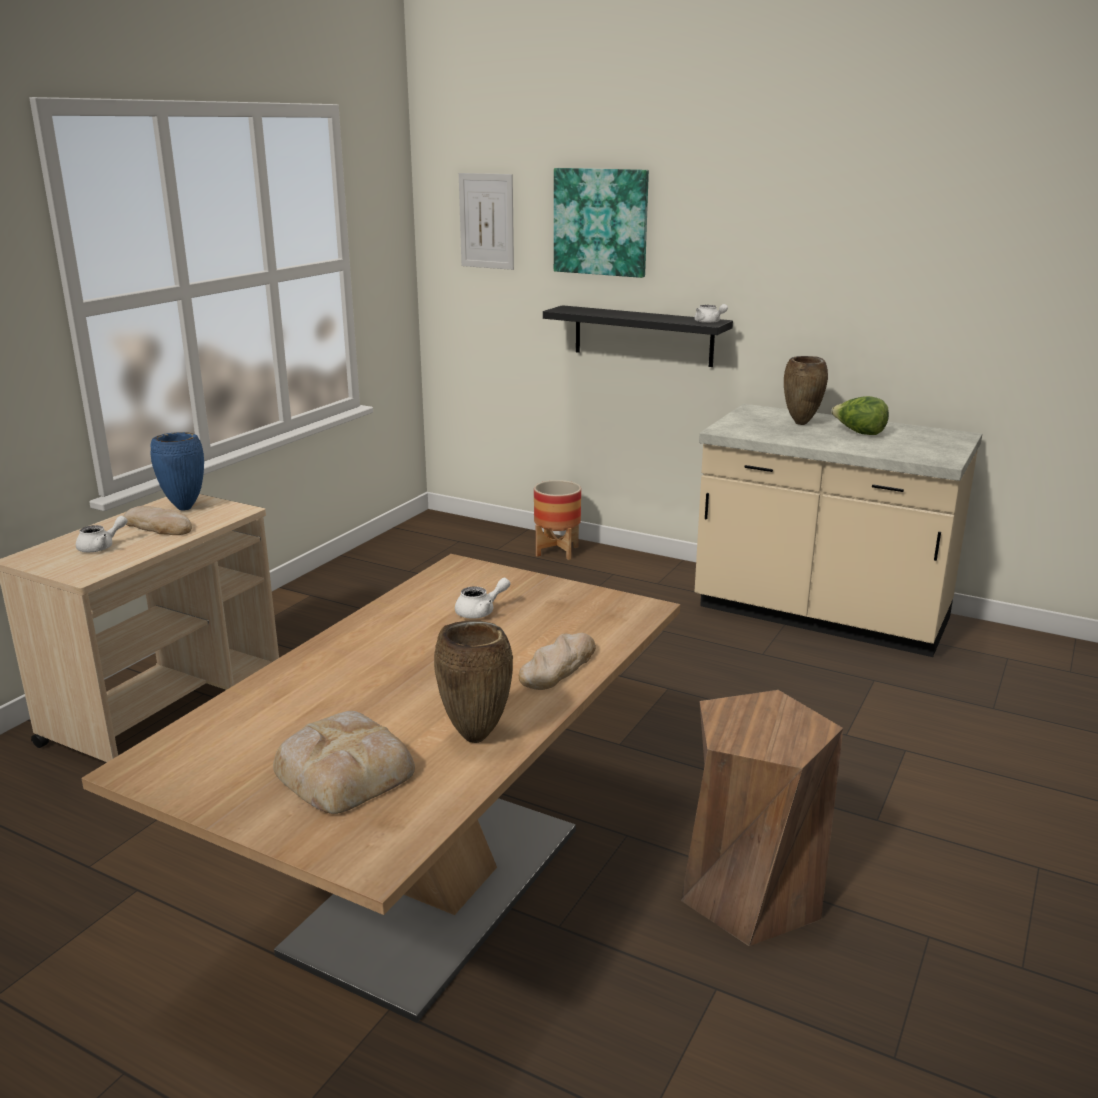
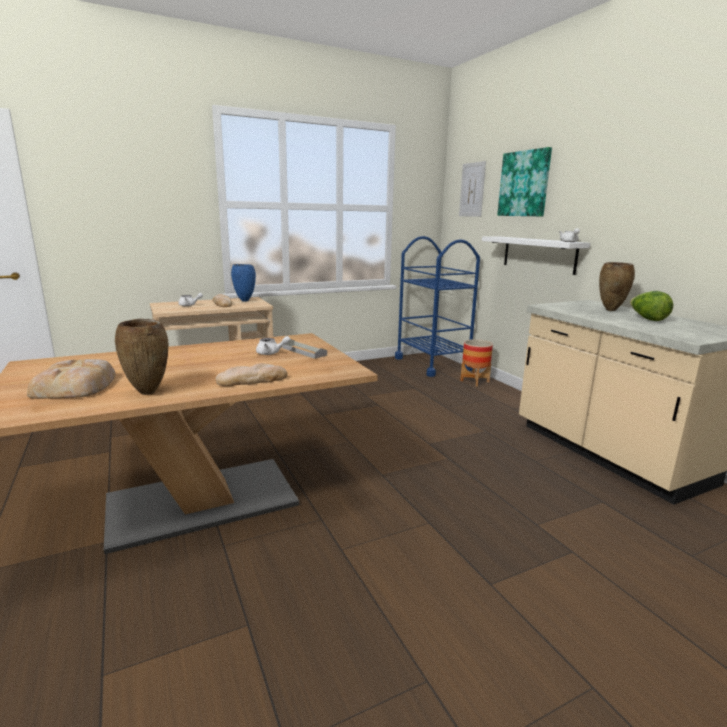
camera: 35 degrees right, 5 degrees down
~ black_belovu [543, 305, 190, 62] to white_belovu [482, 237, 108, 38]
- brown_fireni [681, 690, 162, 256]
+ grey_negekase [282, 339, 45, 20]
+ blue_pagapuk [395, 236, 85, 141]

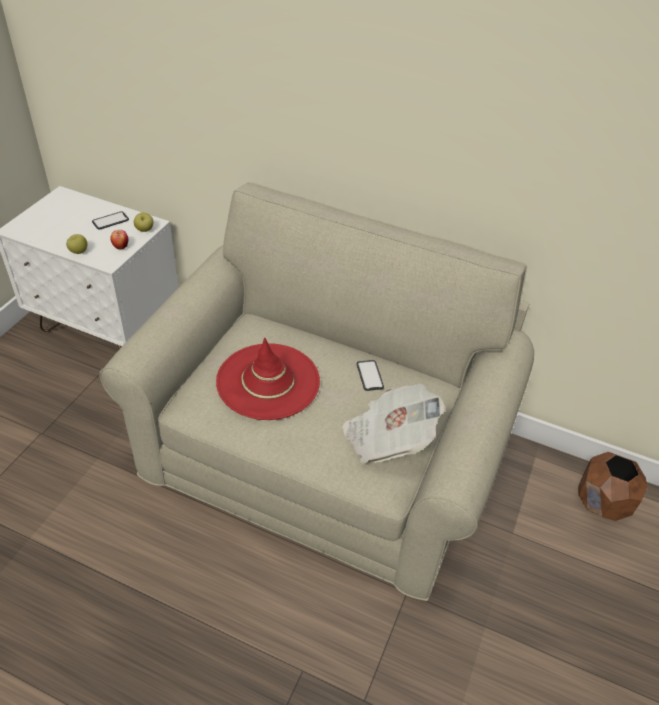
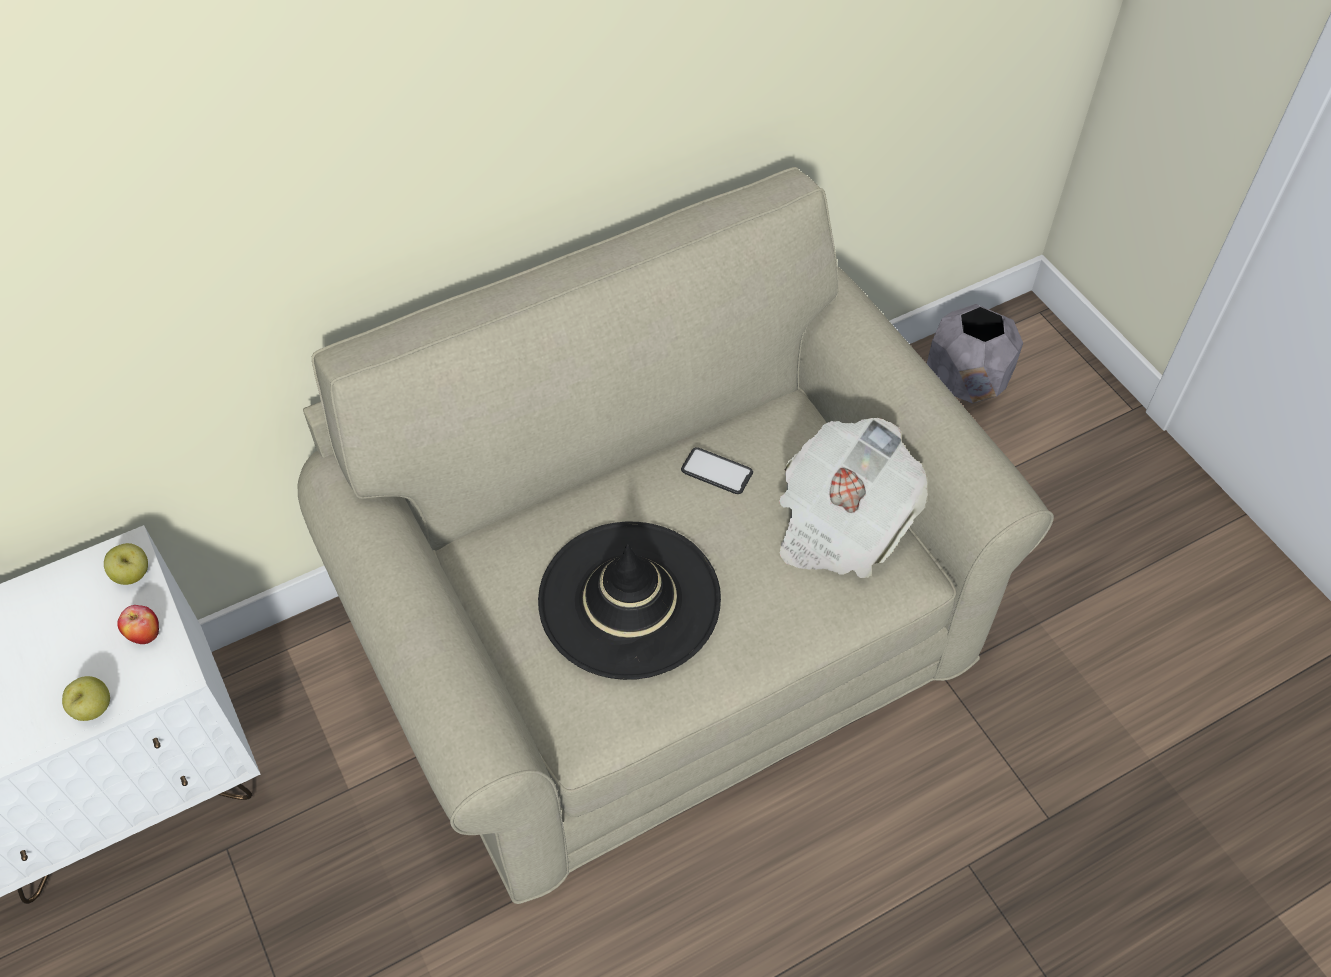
camera: 50 degrees left, 10 degrees up
- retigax [92, 211, 37, 18]
~ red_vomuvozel [216, 338, 104, 82] to black_vomuvozel [538, 522, 183, 158]
~ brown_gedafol [578, 452, 70, 69] to grey_gedafol [927, 304, 96, 100]

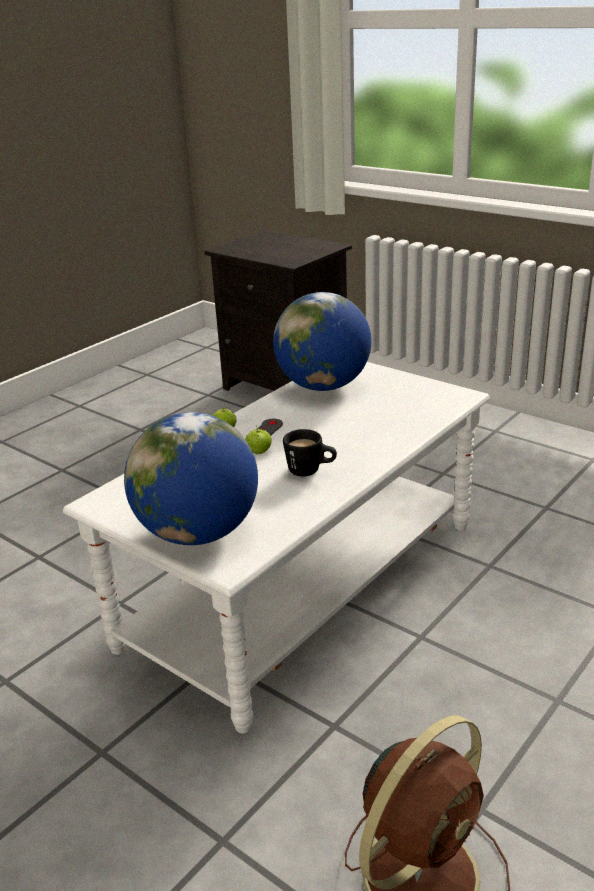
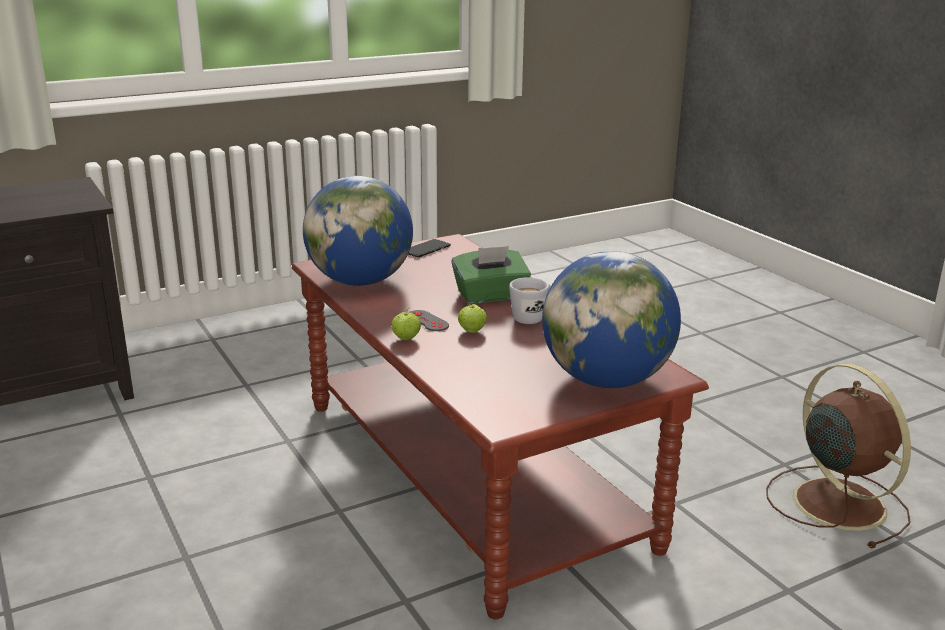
camera: 70 degrees left, 5 degrees down
~ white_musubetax [63, 362, 427, 372] to brown_musubetax [292, 234, 417, 385]
~ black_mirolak [283, 429, 54, 47] to white_mirolak [509, 277, 42, 47]
+ retigax [408, 239, 43, 18]
+ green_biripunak [451, 246, 80, 58]

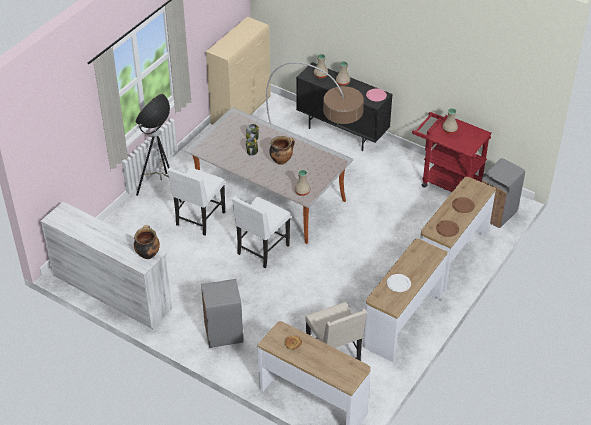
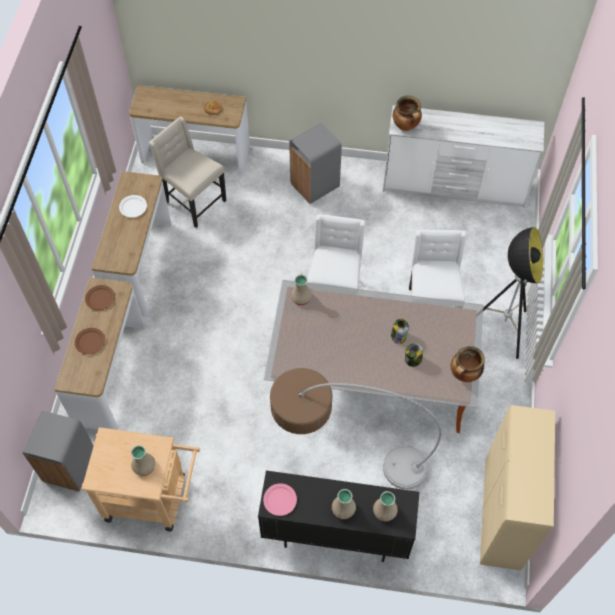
camera: 155 degrees right, 15 degrees up
~ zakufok [269, 136, 26, 29] to [451, 346, 34, 36]
~ red_pagapuk [412, 112, 80, 80] to beige_pagapuk [82, 427, 118, 104]

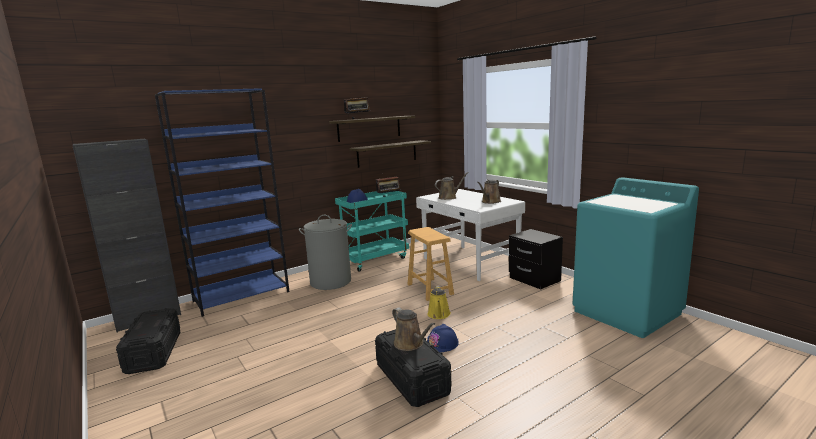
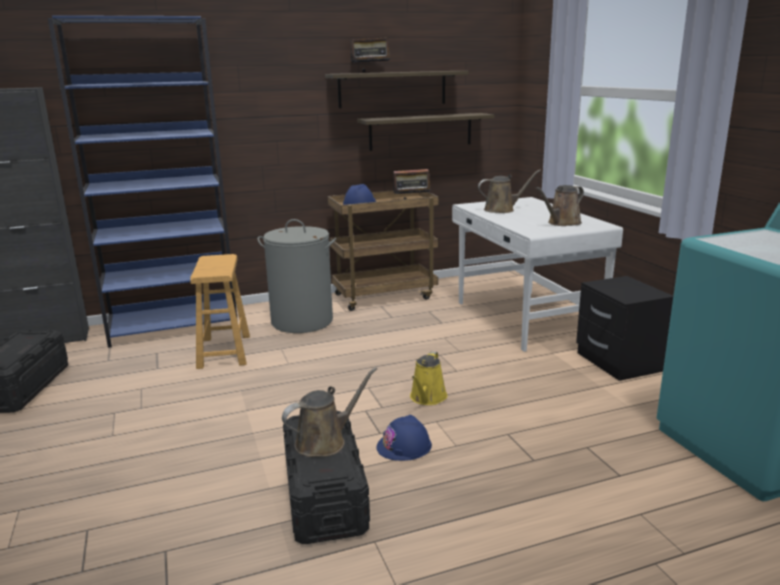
camera: 15 degrees right, 5 degrees up
~ turquoise_pagapuk [335, 191, 74, 81] to brown_pagapuk [328, 190, 111, 121]
~ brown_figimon [392, 307, 43, 44] = [282, 367, 95, 90] 105 degrees counterclockwise
~ brown_fireni [407, 227, 47, 74] to [190, 254, 60, 115]

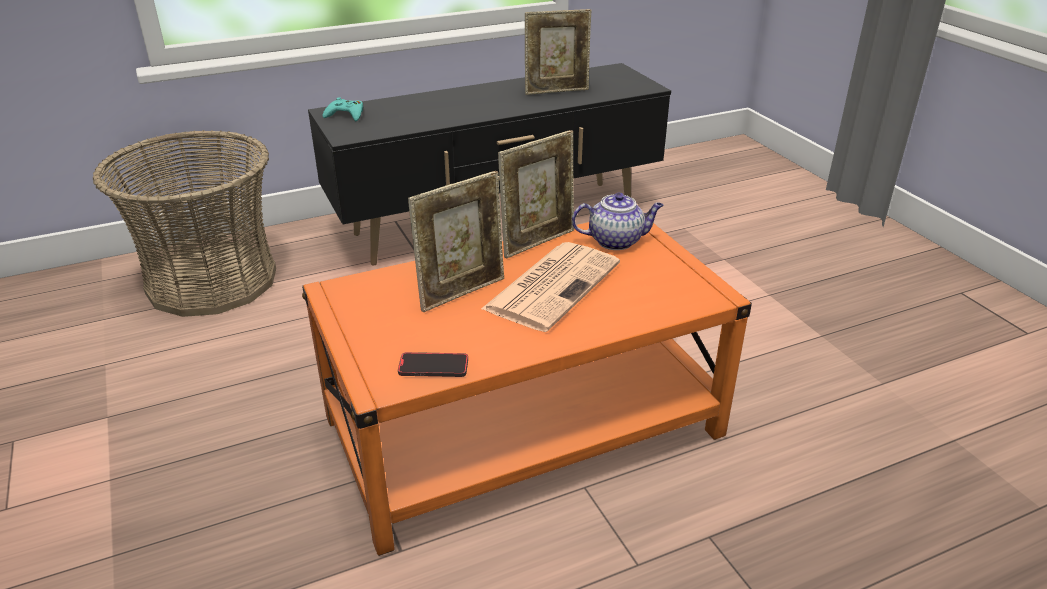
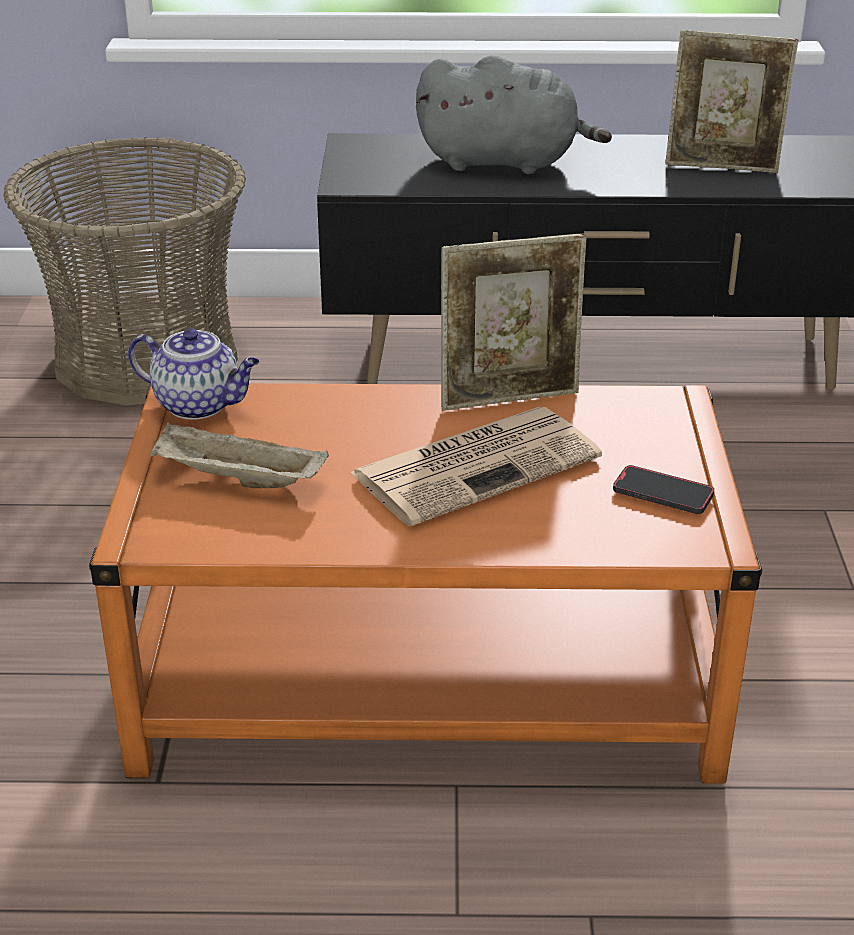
camera: 25 degrees right, 0 degrees up
- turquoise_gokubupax [323, 97, 40, 24]
~ retigax [398, 352, 70, 25] to [613, 465, 101, 49]
- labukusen [408, 171, 96, 141]
~ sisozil [572, 193, 92, 57] to [128, 328, 132, 92]
+ beige_negekase [150, 422, 179, 66]
+ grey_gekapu [416, 55, 196, 119]

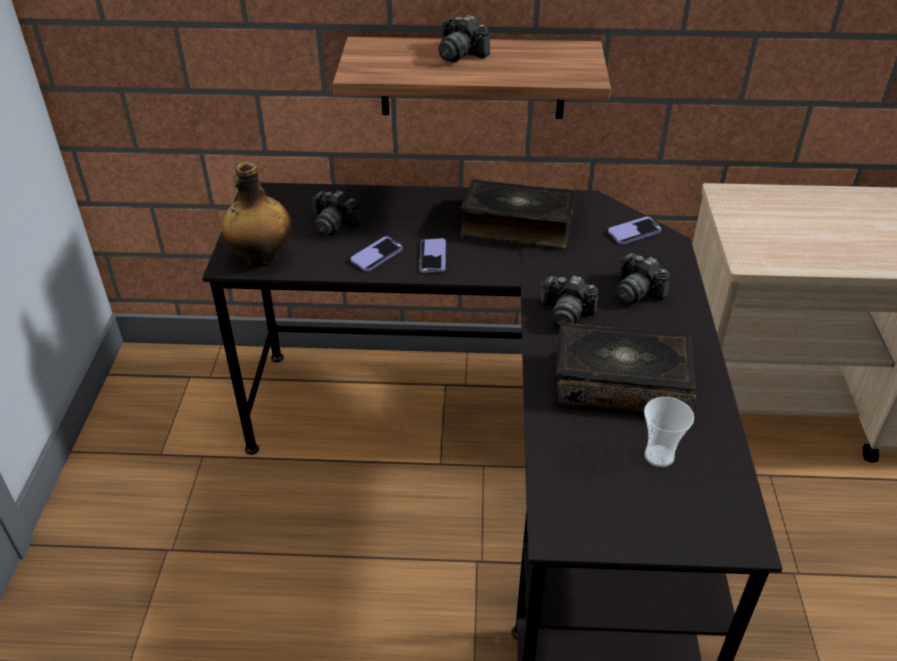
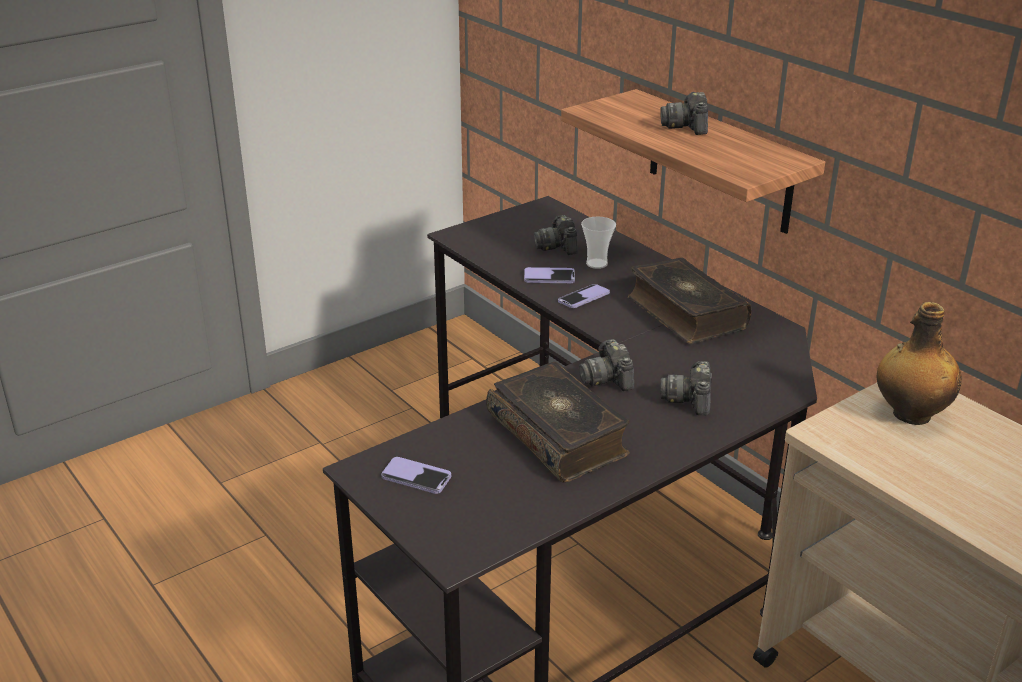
camera: 50 degrees right, 10 degrees down
~ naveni [222, 162, 70, 104] to [877, 302, 85, 123]
~ retigax [608, 217, 53, 27] to [381, 457, 70, 37]
~ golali [644, 397, 50, 70] to [581, 217, 35, 52]

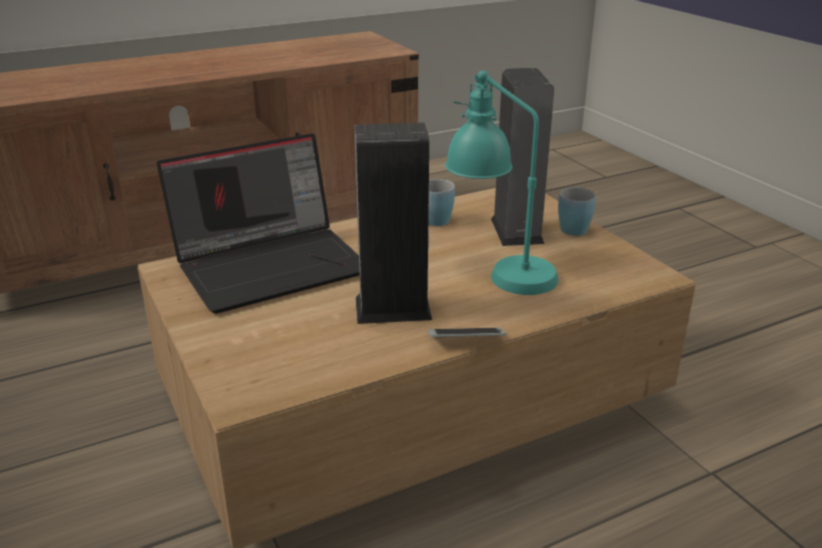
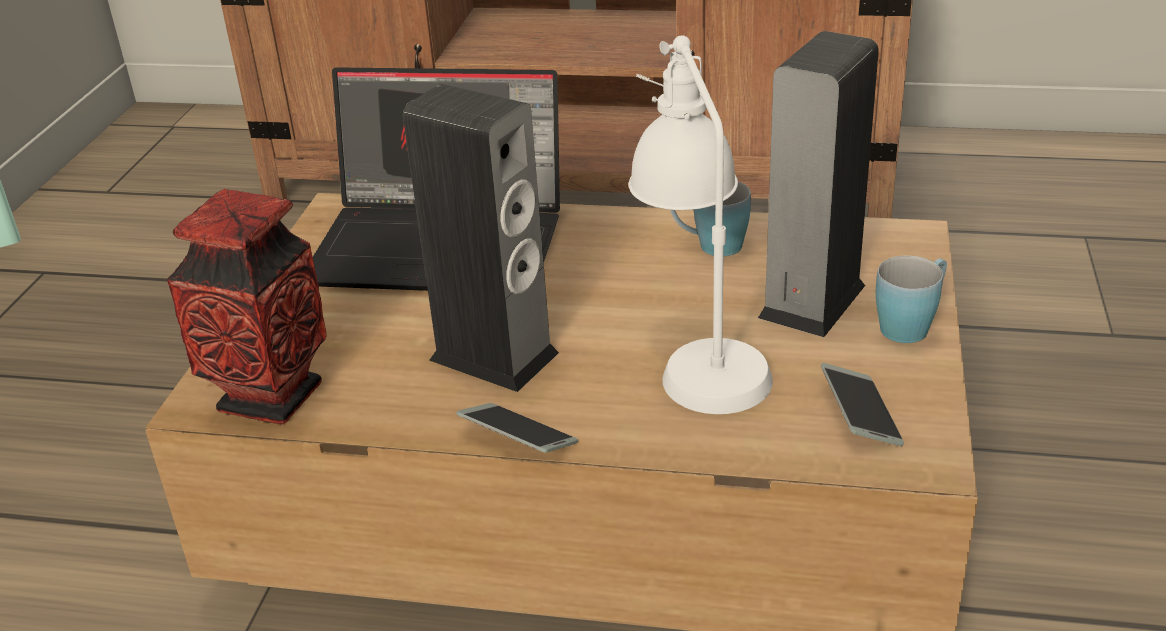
camera: 40 degrees right, 5 degrees up
~ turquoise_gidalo [445, 70, 113, 225] to white_gidalo [628, 35, 145, 379]
+ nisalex [167, 189, 160, 235]
+ retigax [821, 363, 83, 83]

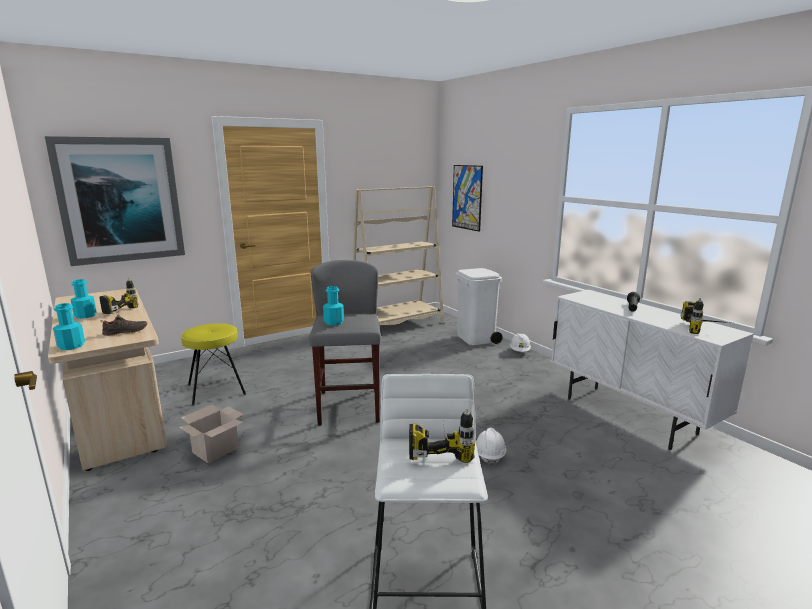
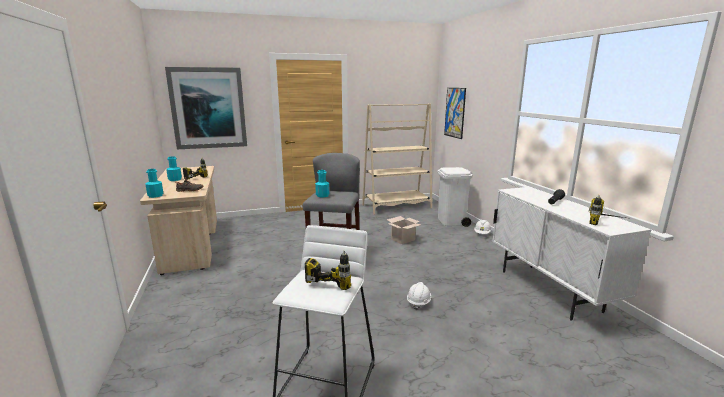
camera: 15 degrees right, 0 degrees up
~ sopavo [179, 404, 65, 59] to [387, 216, 33, 29]
- yellow_fireni [181, 323, 65, 83]

